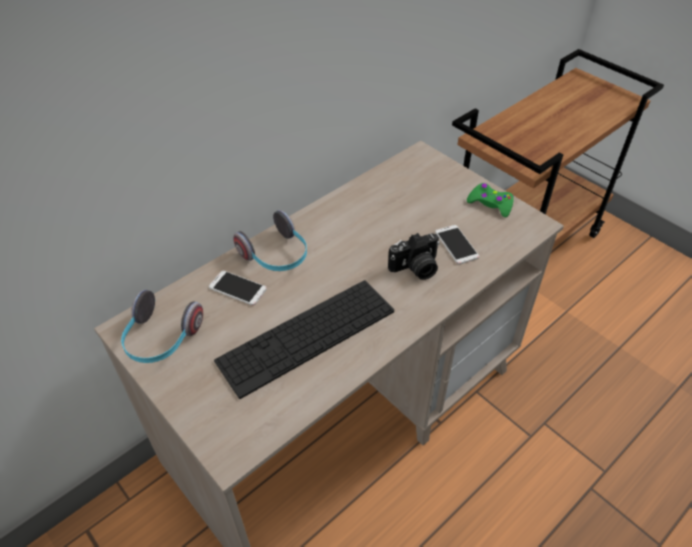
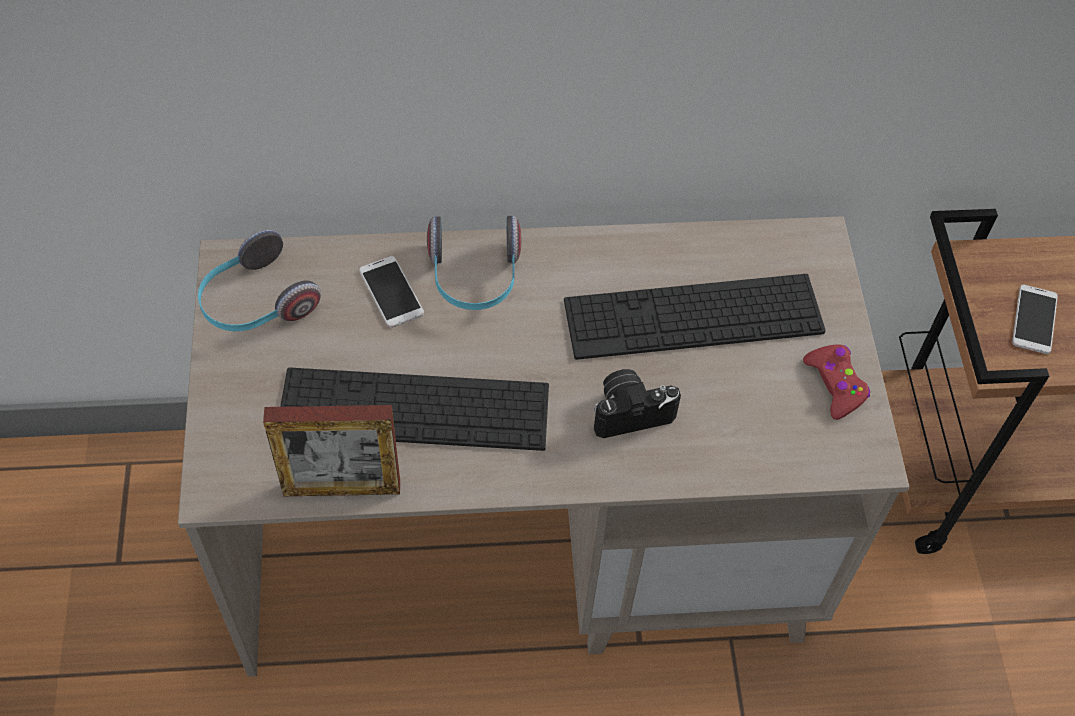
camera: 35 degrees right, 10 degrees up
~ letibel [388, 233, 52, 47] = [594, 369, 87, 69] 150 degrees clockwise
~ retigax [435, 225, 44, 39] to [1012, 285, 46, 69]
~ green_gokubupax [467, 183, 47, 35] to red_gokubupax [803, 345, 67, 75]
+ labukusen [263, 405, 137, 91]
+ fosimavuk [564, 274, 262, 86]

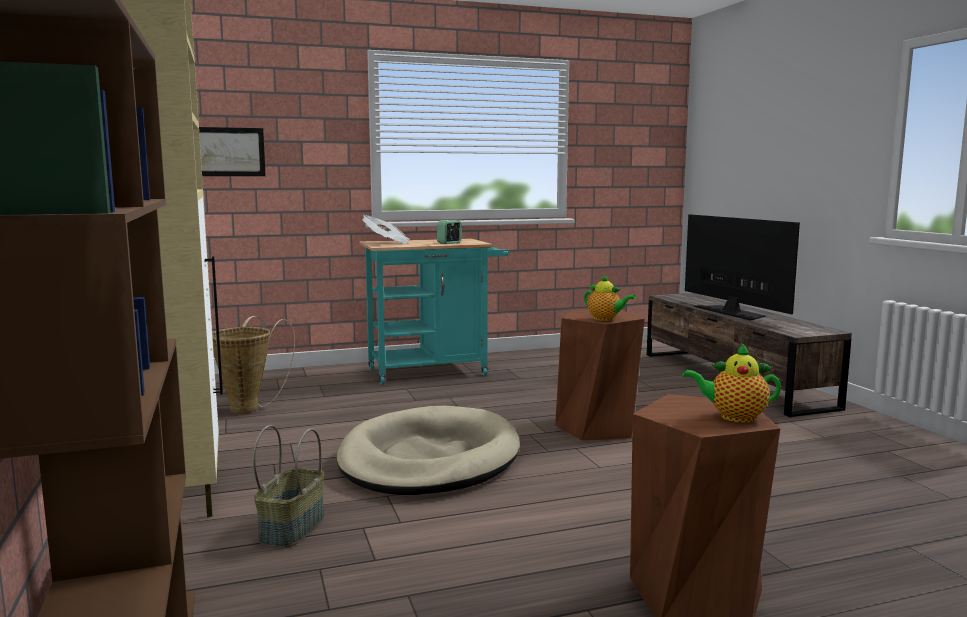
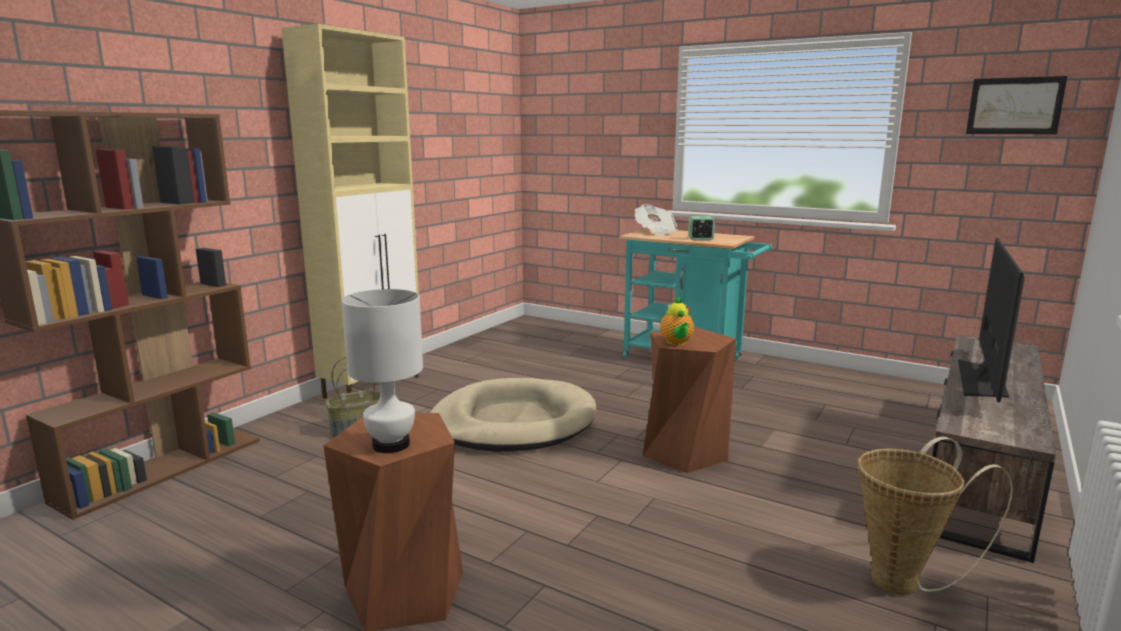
camera: 50 degrees right, 5 degrees up
~ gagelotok [199, 127, 67, 49] to [966, 76, 101, 58]
~ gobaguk [212, 316, 83, 98] to [858, 437, 155, 158]
~ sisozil [683, 343, 98, 80] to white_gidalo [341, 289, 82, 164]

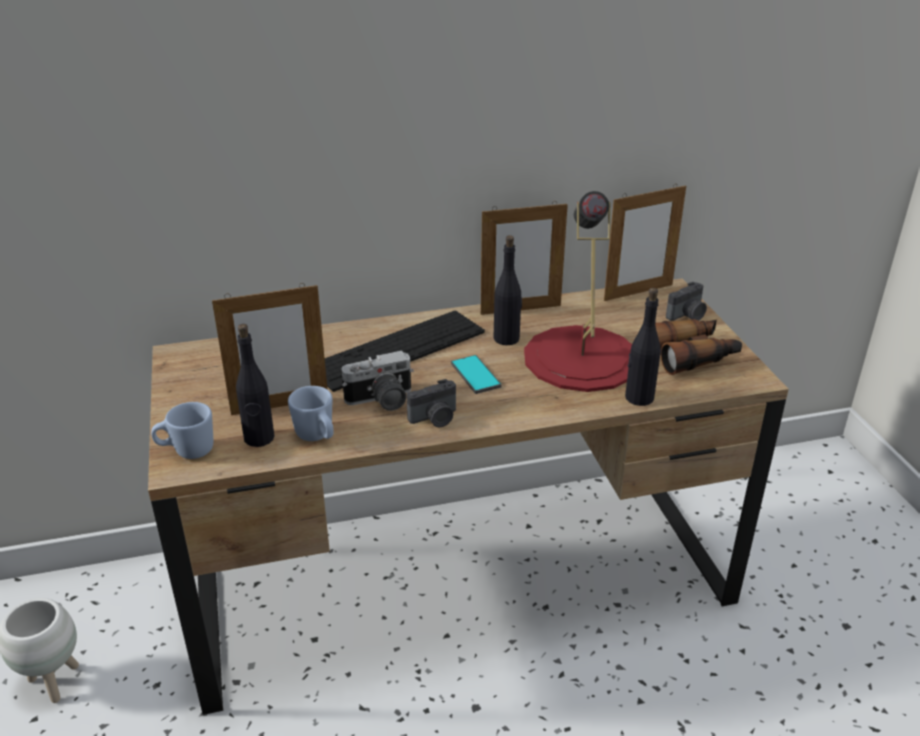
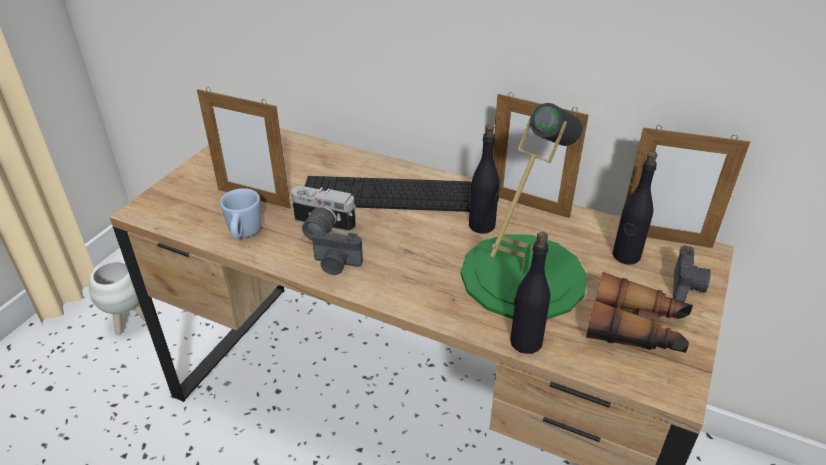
camera: 40 degrees right, 5 degrees up
- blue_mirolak [151, 402, 62, 57]
~ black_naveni [236, 324, 39, 123] to [612, 151, 45, 114]
- retigax [451, 355, 51, 39]
~ red_gidalo [524, 191, 108, 201] to green_gidalo [461, 103, 126, 216]
~ letibel [666, 282, 41, 39] = [673, 245, 38, 57] 75 degrees counterclockwise

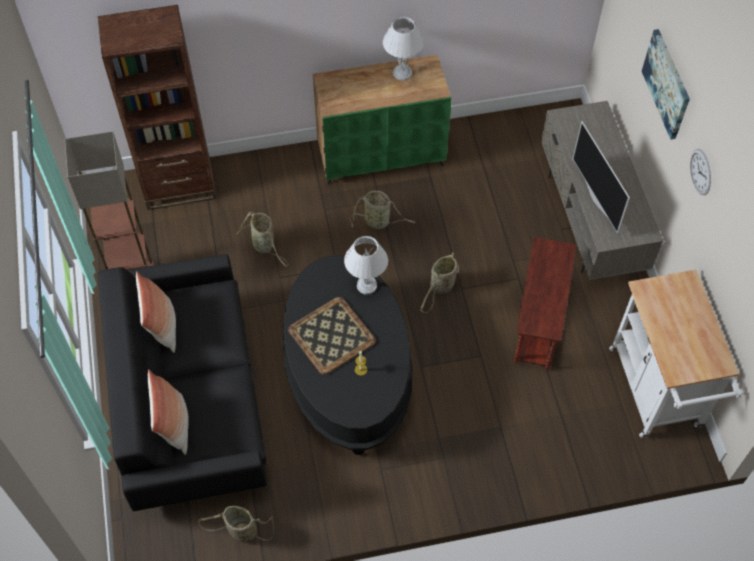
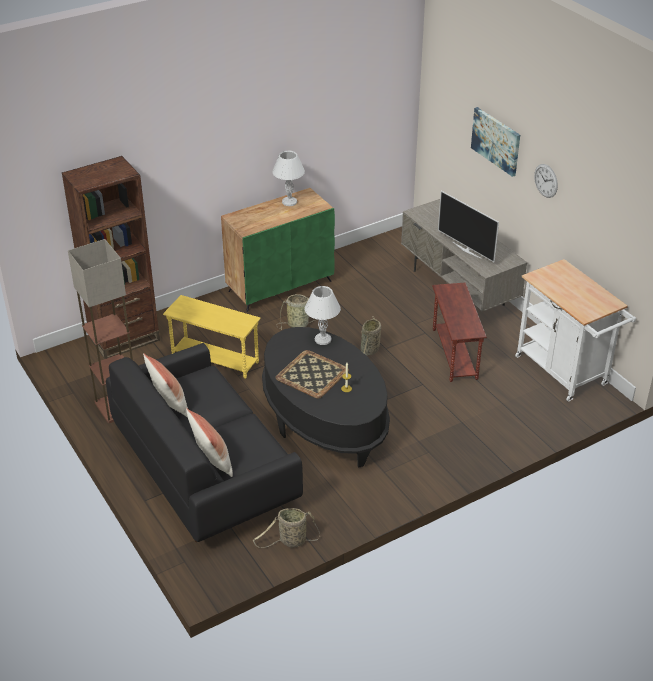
camera: 20 degrees left, 20 degrees down
~ gobaguk [237, 212, 51, 55] to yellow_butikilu [163, 295, 98, 84]

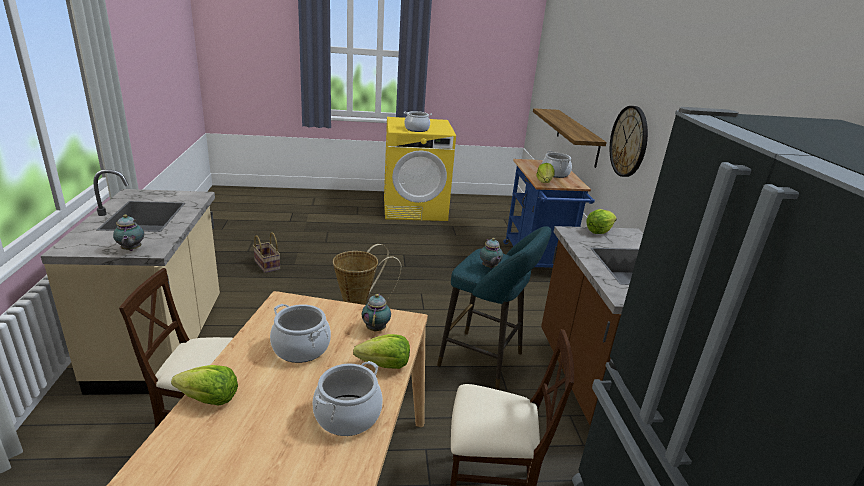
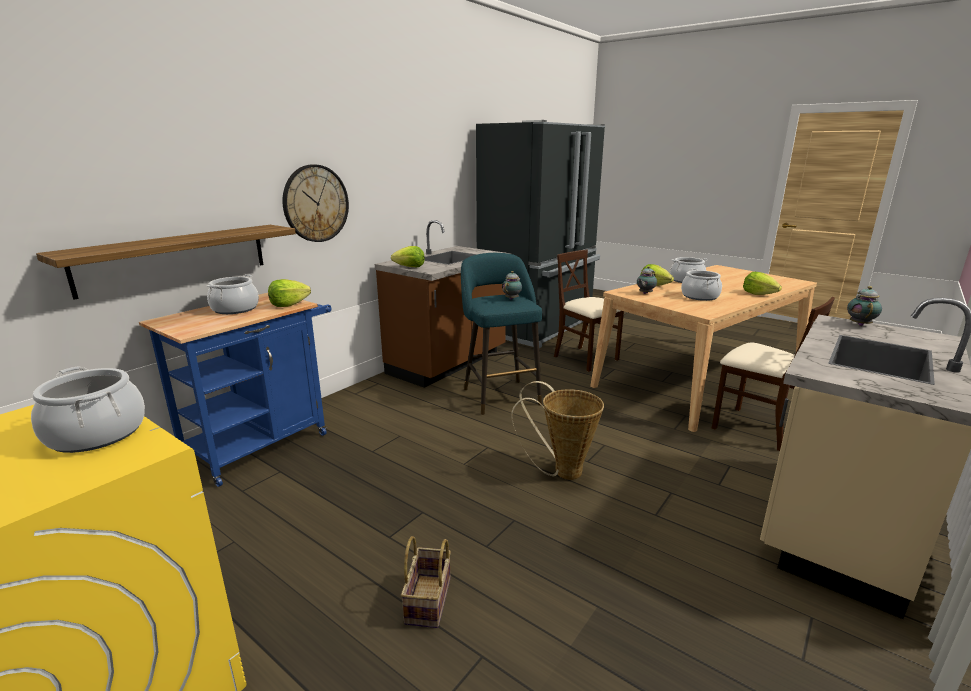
camera: 135 degrees left, 5 degrees down
~ gobaguk [253, 232, 27, 41] to [401, 536, 50, 92]

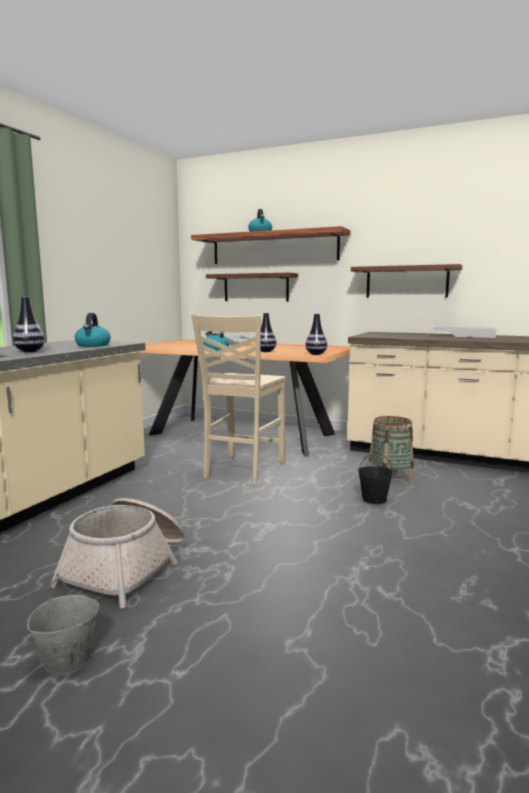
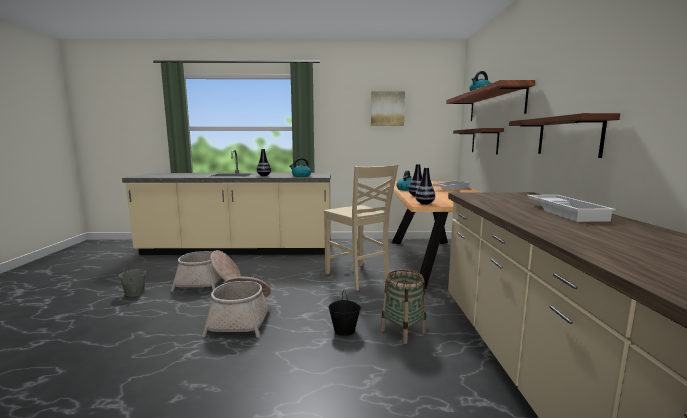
camera: 65 degrees right, 0 degrees up
~ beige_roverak [191, 314, 95, 171] = [324, 164, 74, 127] 120 degrees counterclockwise
+ gobaguk [202, 277, 69, 61]
+ gagelotok [371, 91, 34, 35]

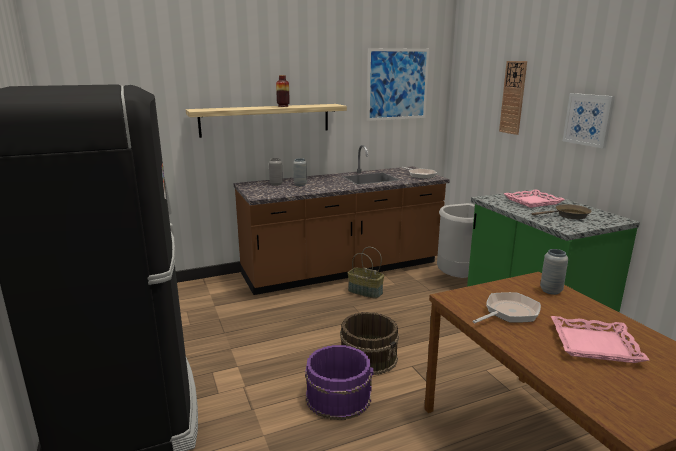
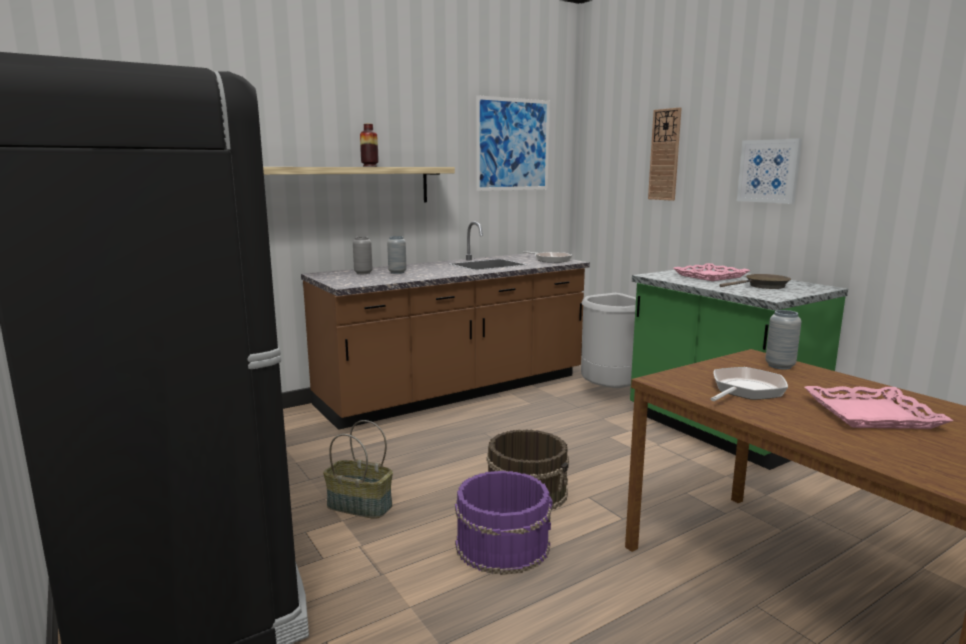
camera: 10 degrees left, 5 degrees down
~ gobaguk [348, 247, 36, 52] to [323, 420, 70, 99]

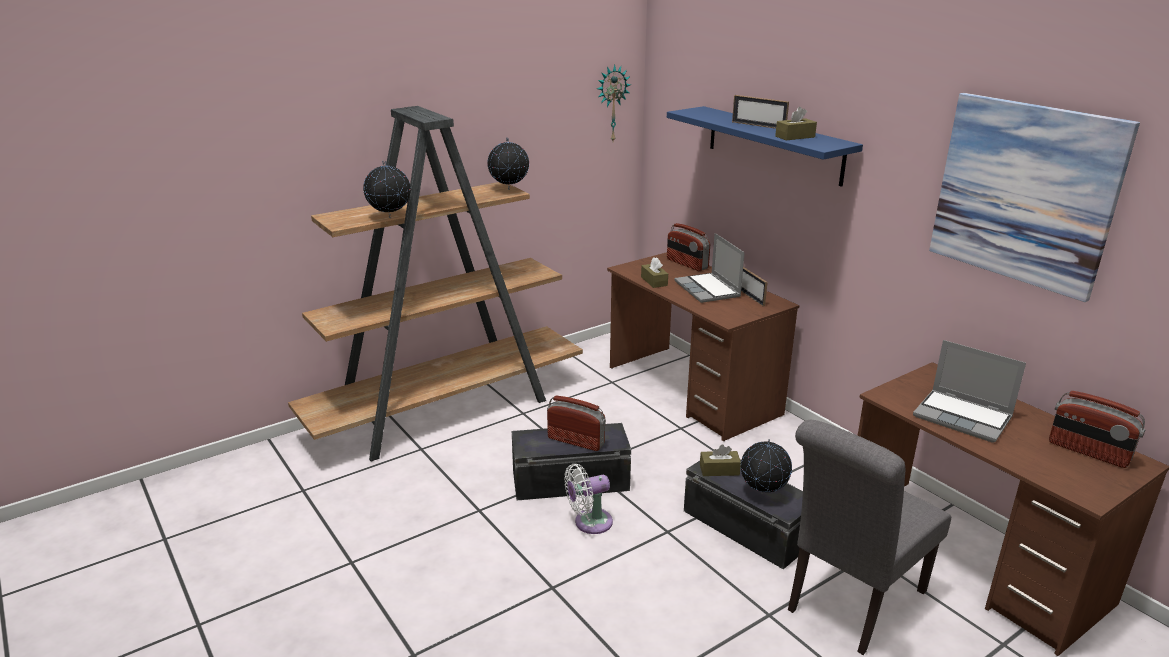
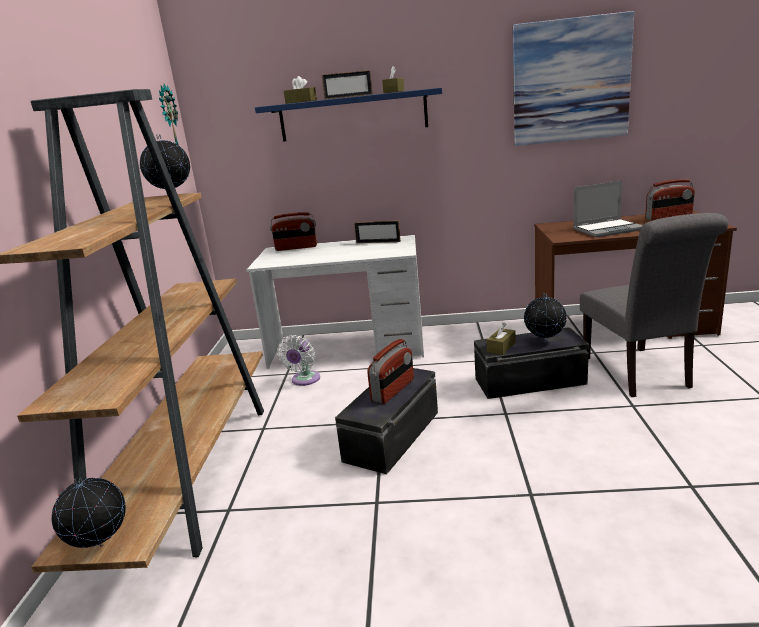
camera: 50 degrees left, 5 degrees down
~ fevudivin [363, 161, 48, 57] to [52, 477, 74, 71]
~ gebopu [547, 396, 59, 55] = [367, 339, 47, 65] 150 degrees clockwise
~ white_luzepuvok [564, 464, 49, 70] to [277, 335, 43, 51]
~ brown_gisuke [607, 252, 193, 189] to white_gisuke [247, 235, 177, 133]
~ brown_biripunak [641, 257, 27, 31] to [284, 76, 33, 28]
- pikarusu [674, 233, 71, 70]

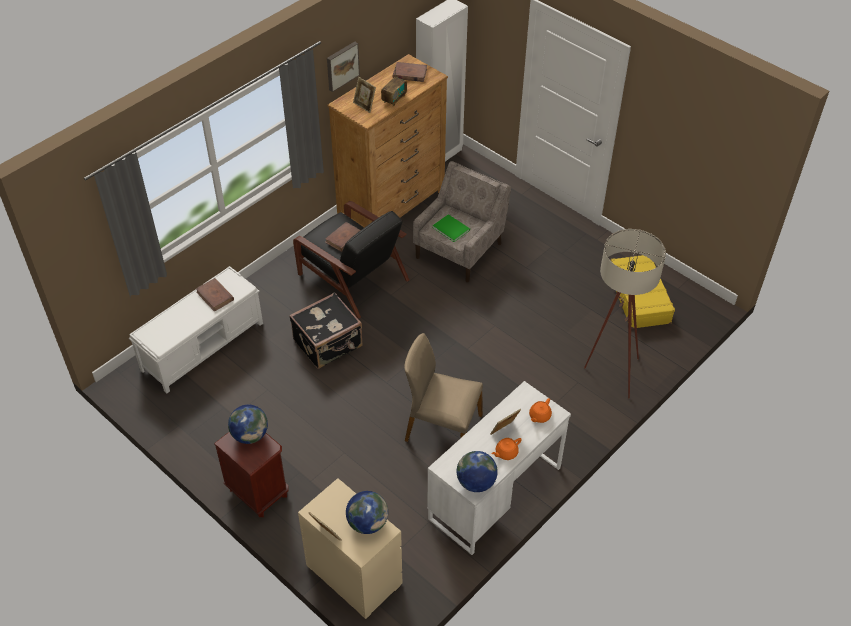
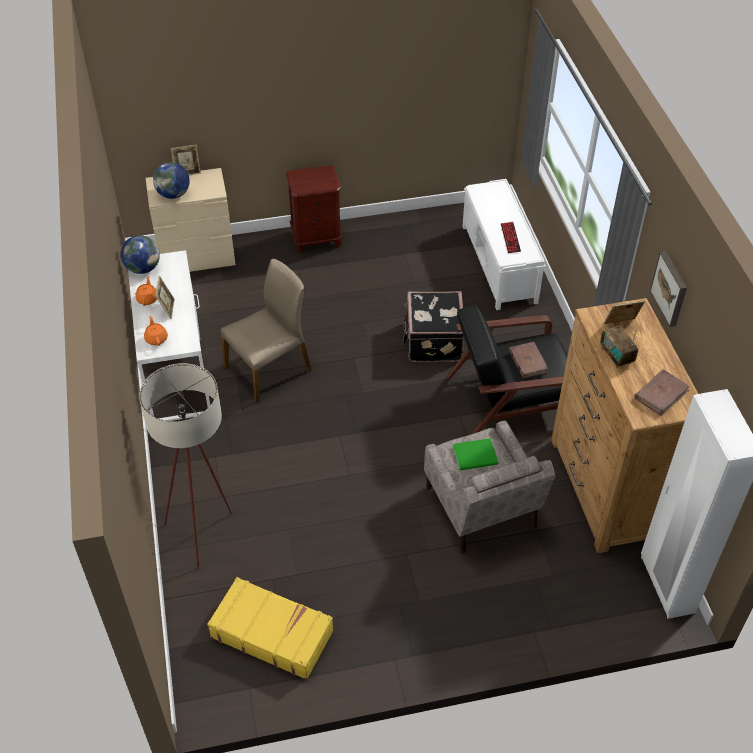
camera: 125 degrees right, 0 degrees up
~ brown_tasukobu [196, 278, 38, 34] to fosimavuk [501, 222, 20, 31]
- fevudivin [228, 405, 40, 39]

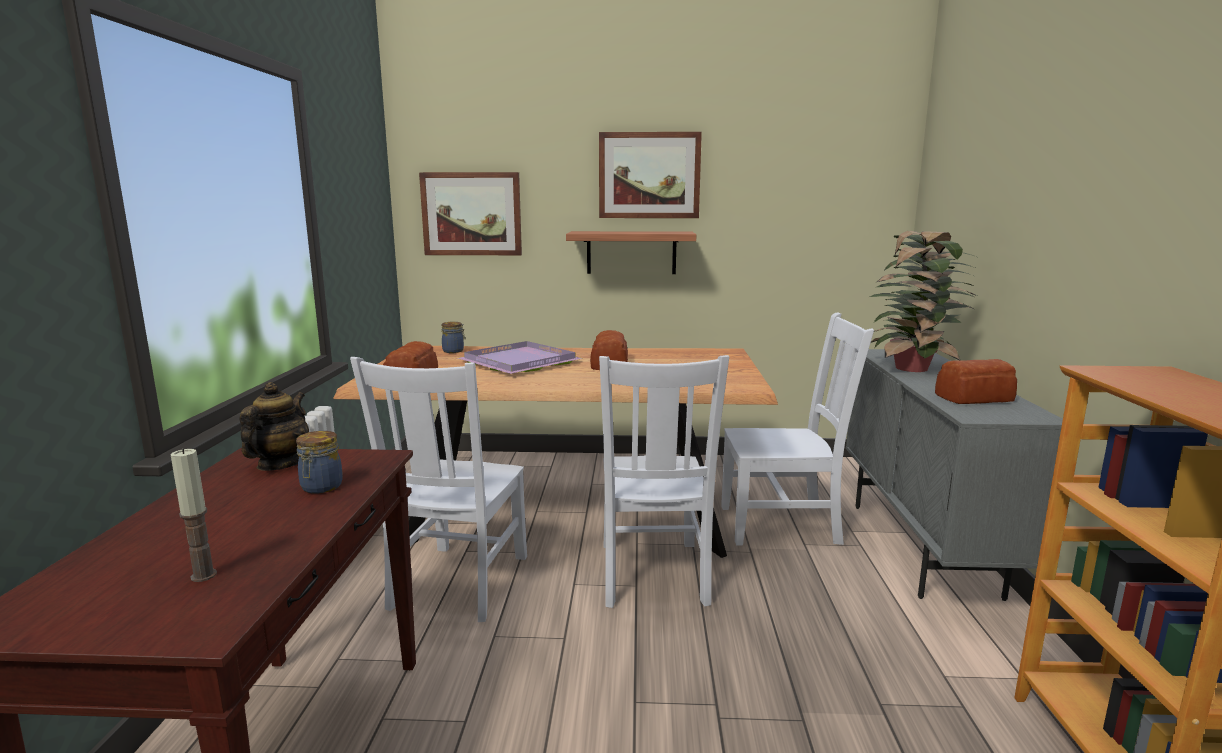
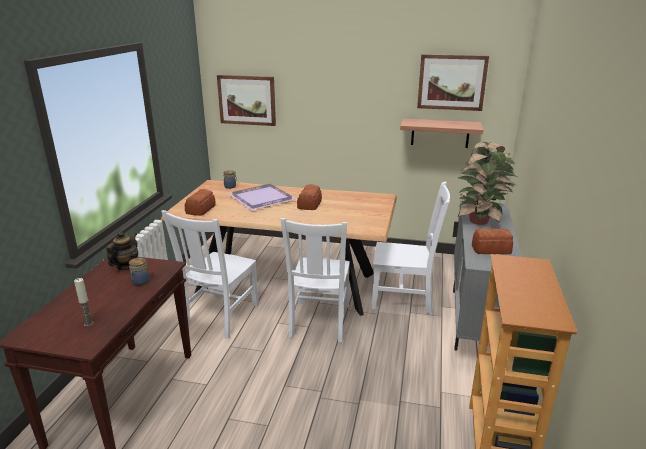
camera: 10 degrees right, 10 degrees up
~ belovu [566, 231, 130, 43] to [400, 119, 83, 29]
~ gagelotok [599, 132, 103, 86] to [417, 54, 72, 57]

